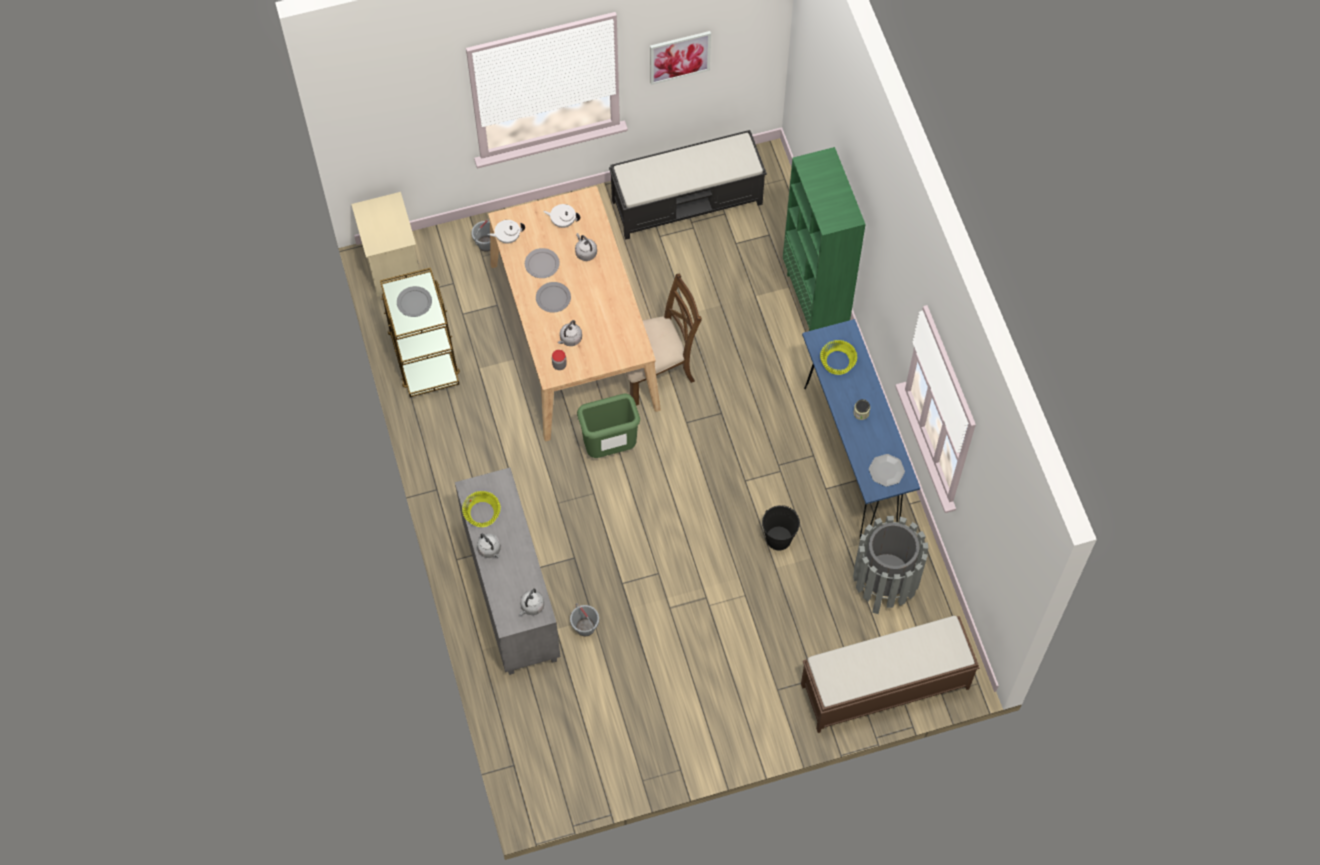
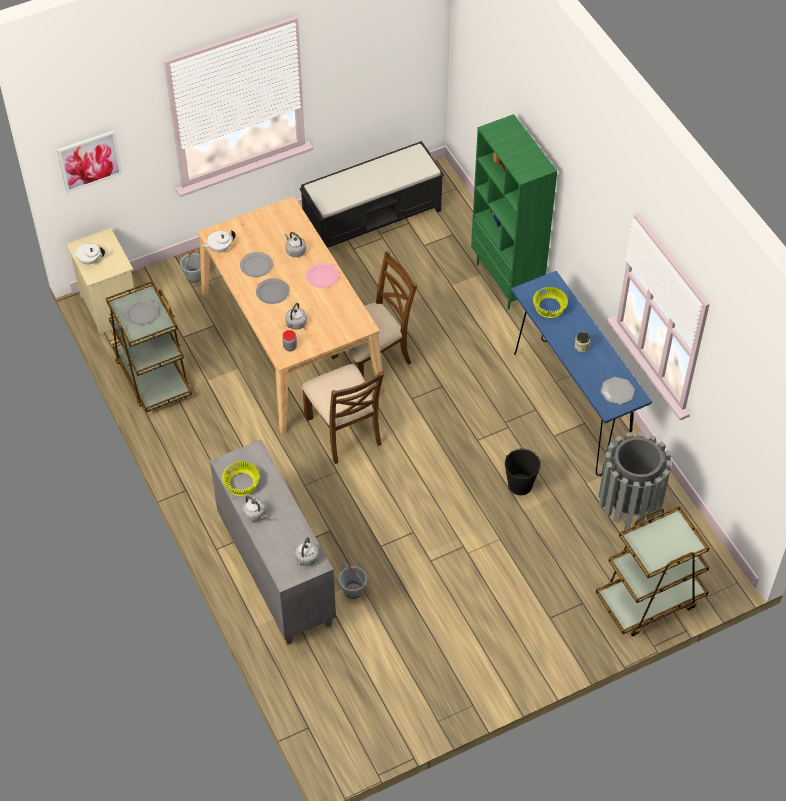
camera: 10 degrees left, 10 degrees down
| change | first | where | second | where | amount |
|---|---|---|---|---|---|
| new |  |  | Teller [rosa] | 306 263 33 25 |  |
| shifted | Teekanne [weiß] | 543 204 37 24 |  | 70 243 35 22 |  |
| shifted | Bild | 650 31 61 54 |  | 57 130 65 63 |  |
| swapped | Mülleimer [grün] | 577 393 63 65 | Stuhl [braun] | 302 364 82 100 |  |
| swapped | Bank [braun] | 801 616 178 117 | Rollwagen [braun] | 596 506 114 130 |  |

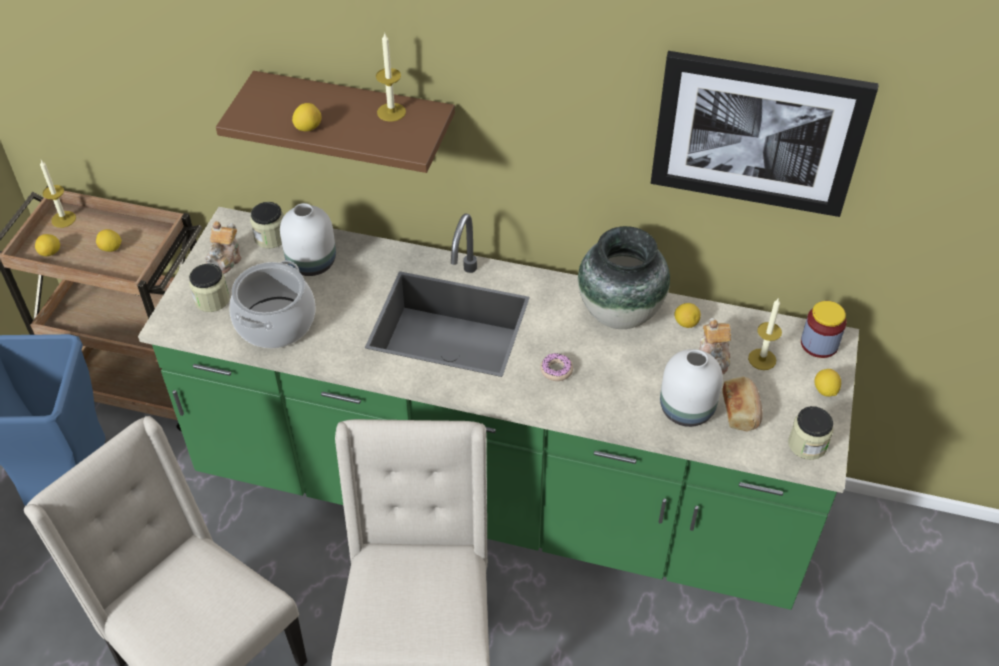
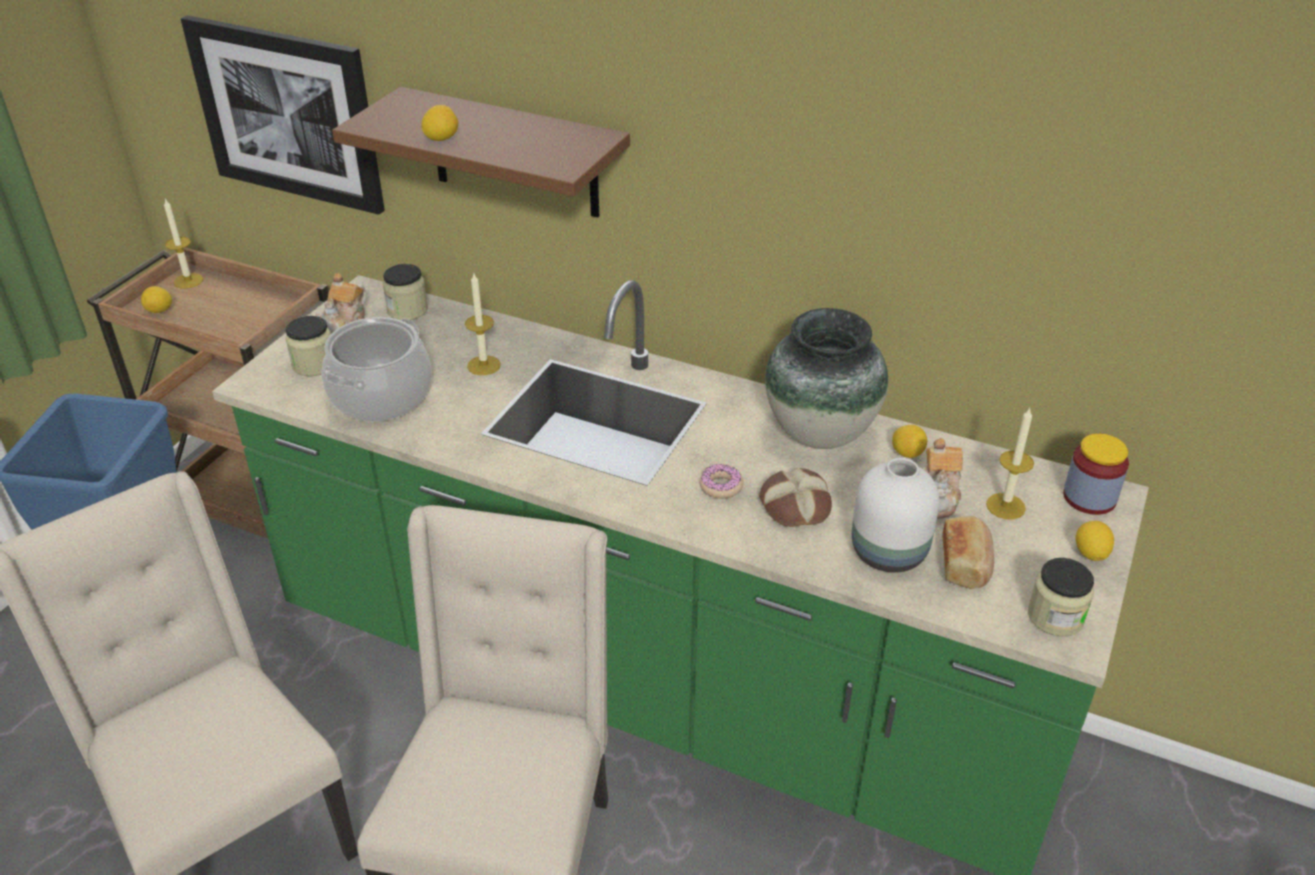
camera: 10 degrees right, 10 degrees down
| change | first | where | second | where | amount |
|---|---|---|---|---|---|
| gone | Zitrone | 96 229 26 23 |  |  |  |
| gone | Vase [weiß] | 280 203 56 73 |  |  |  |
| new |  |  | Brot | 759 468 73 59 |  |
| shifted | Kerze | 376 33 30 89 |  | 465 274 36 101 |  |
| shifted | Bild | 651 51 228 166 |  | 181 15 204 200 |  |

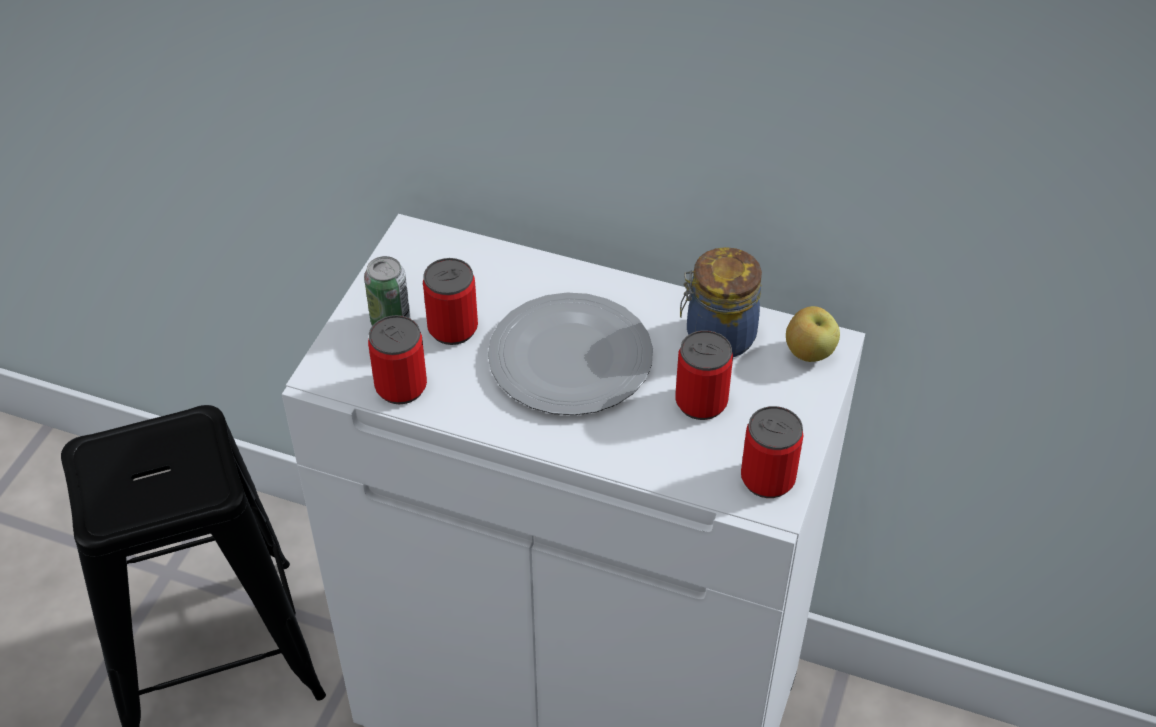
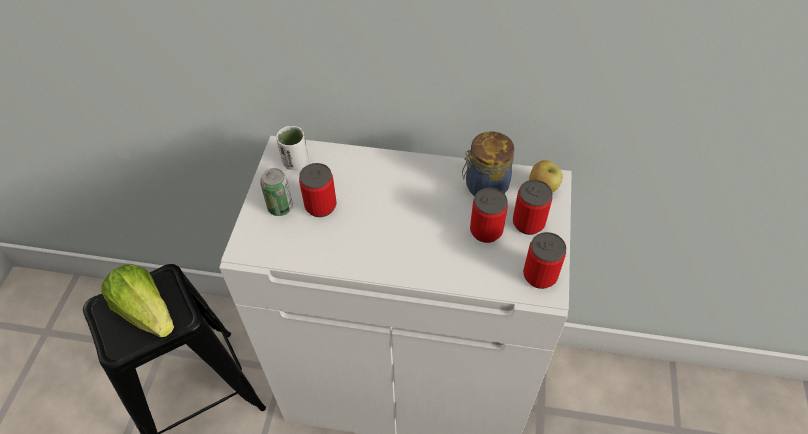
camera: 10 degrees left, 5 degrees up
| change | first | where | second | where | amount |
|---|---|---|---|---|---|
| gone | Teller | 488 292 165 123 |  |  |  |
| new |  |  | Salatkopf | 101 264 73 73 |  |
| new |  |  | Tasse [weiß] | 276 126 33 44 |  |
| shifted | Dose | 368 315 59 89 |  | 513 180 39 55 |  |

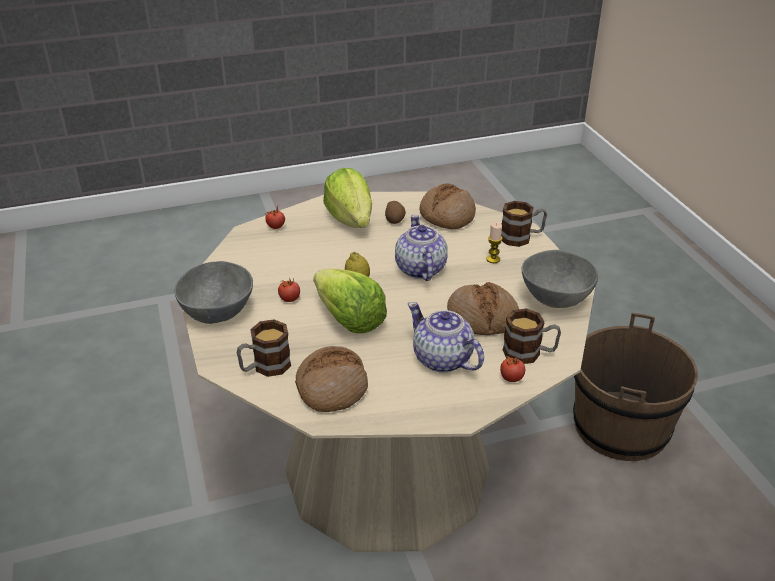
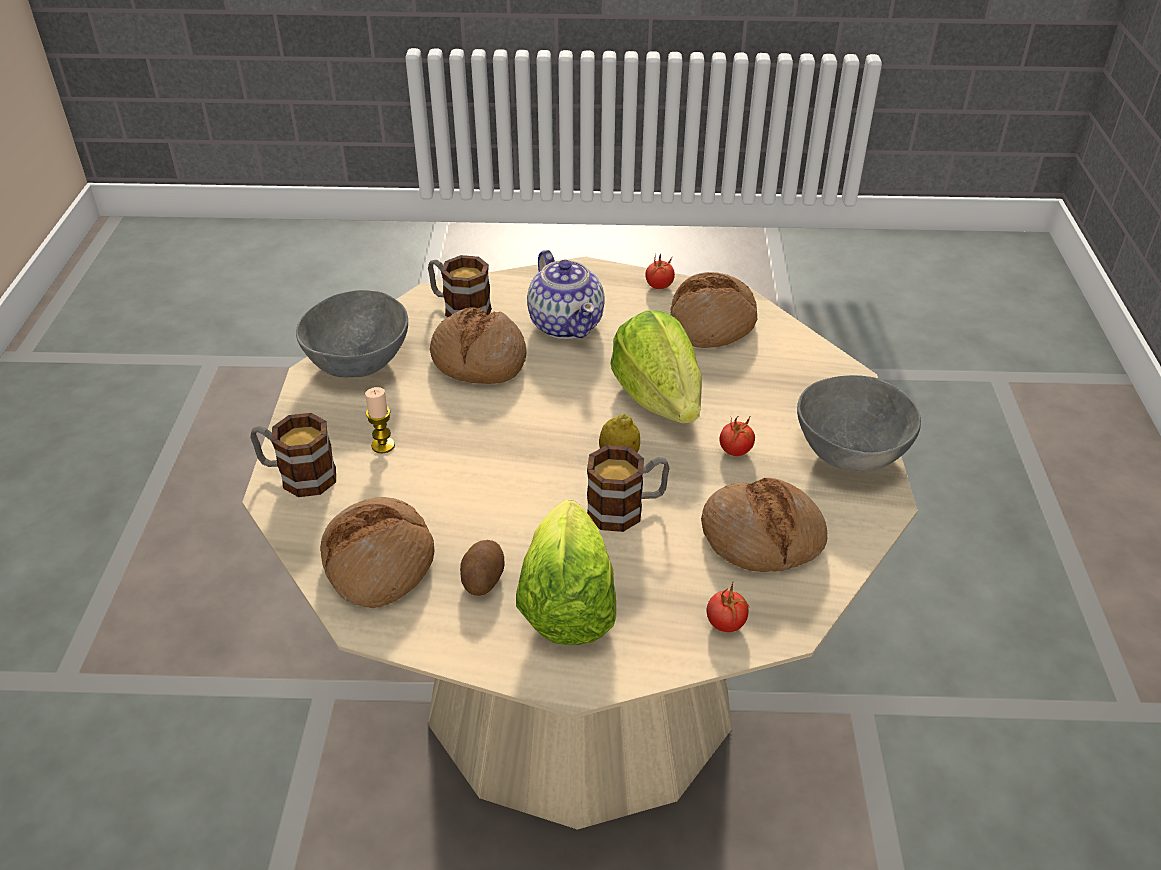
camera: 160 degrees left, 5 degrees up
| change | first | where | second | where | amount |
|---|---|---|---|---|---|
| gone | Teekanne | 395 215 53 66 |  |  |  |
| gone | Eimer [braun] | 573 313 125 148 |  |  |  |
| new |  |  | Brot | 701 478 127 94 |  |
| shifted | Henkelbecher | 237 319 54 58 |  | 587 445 83 87 |  |
| shifted | Tomate | 500 356 25 26 |  | 645 253 30 36 |  |

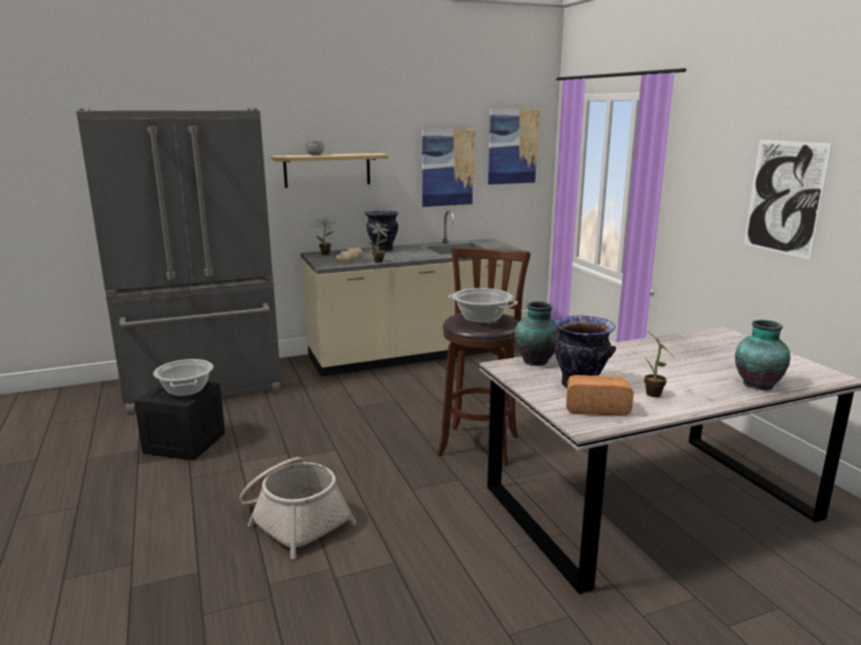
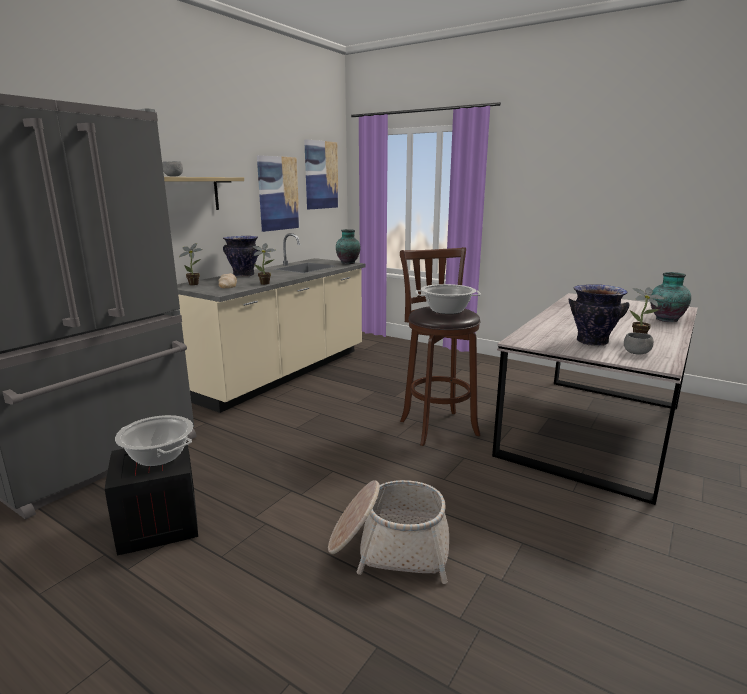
camera: 35 degrees left, 0 degrees up
| change | first | where | second | where | amount |
|---|---|---|---|---|---|
| gone | Bild | 744 140 88 120 |  |  |  |
| shifted | Vase | 515 301 43 65 |  | 336 229 25 35 |  |
| swapped | Brot | 566 375 68 41 | Schüssel [grau] | 624 333 30 22 |  |

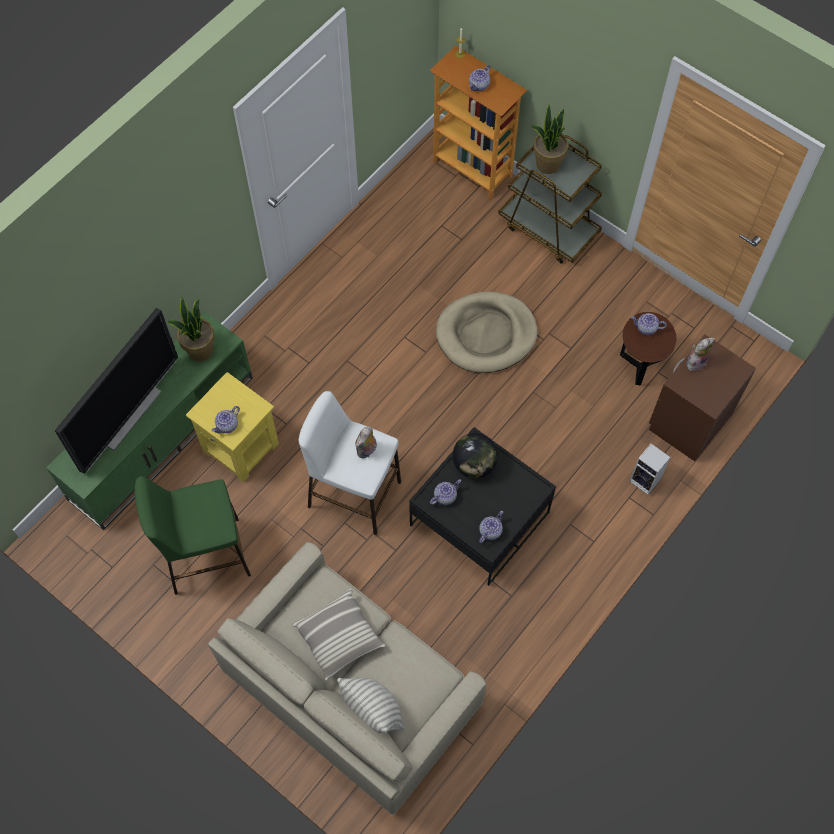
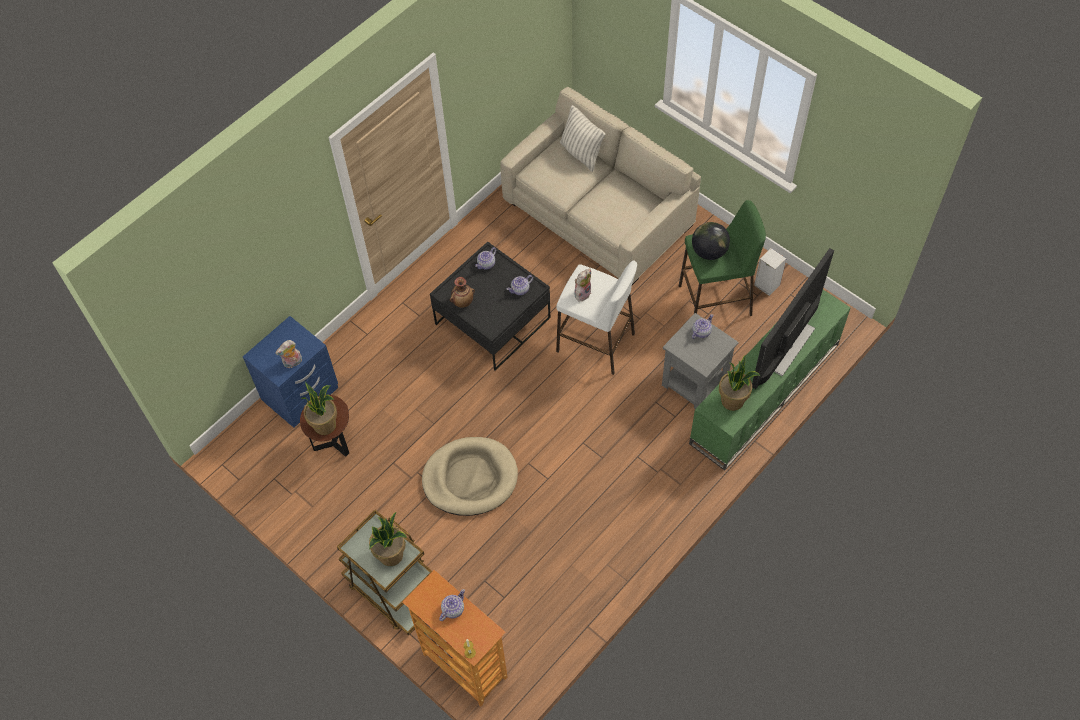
camera: 175 degrees left, 5 degrees down
| change | first | where | second | where | amount |
|---|---|---|---|---|---|
| gone | Kissen | 292 588 93 93 |  |  |  |
| new |  |  | Vase | 450 277 25 31 |  |
| shifted | Globus | 453 433 45 45 |  | 692 222 38 38 |  |
| shifted | Lautsprecher | 630 443 41 52 |  | 754 248 33 48 |  |
| swapped | Teekanne | 631 313 35 22 | Topfpflanze | 301 382 36 53 |  |
| repainted | Beistelltisch [gelb] | 186 372 93 110 | Beistelltisch [grau] | 662 313 77 96 |  |
| repainted | Nachttisch [braun] | 649 335 107 126 | Nachttisch [blau] | 243 316 95 112 |  |

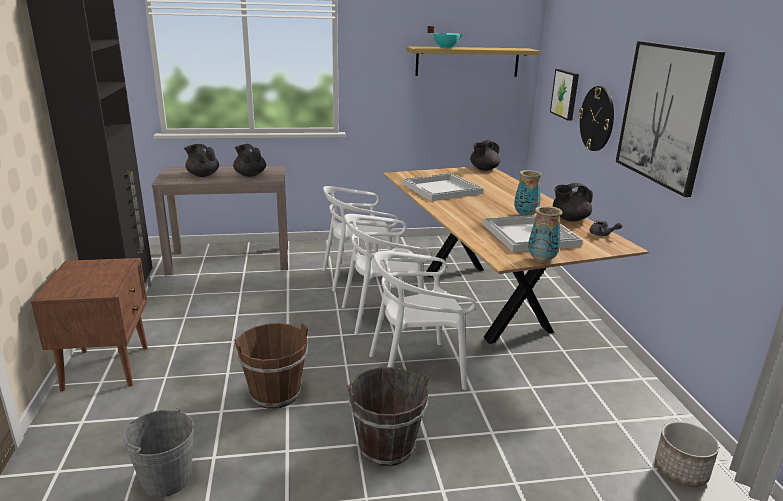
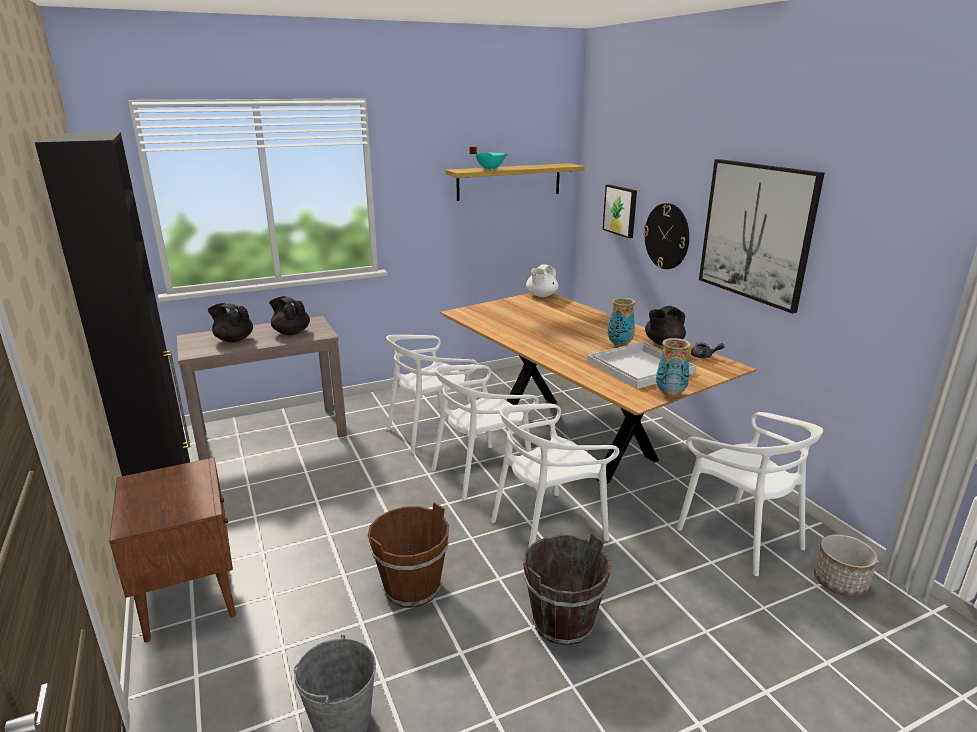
camera: 15 degrees left, 0 degrees up
| change | first | where | second | where | amount |
|---|---|---|---|---|---|
| gone | Tablett [weiß] | 402 173 82 28 |  |  |  |
| new |  |  | Stuhl [weiß] | 677 412 146 164 |  |
| repainted | Teekanne [schwarz] | 470 140 30 31 | Teekanne [weiß] | 526 264 32 33 |  |

